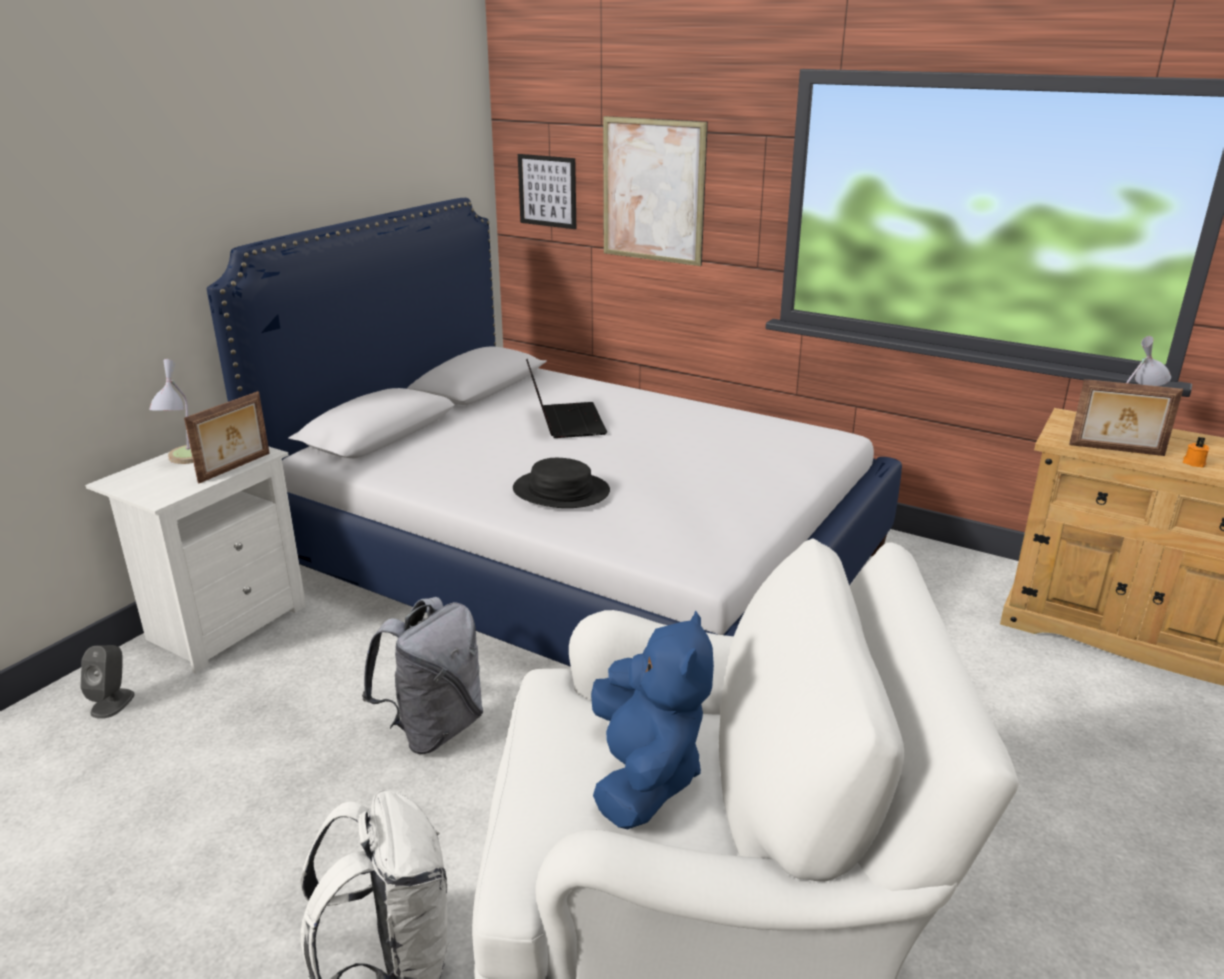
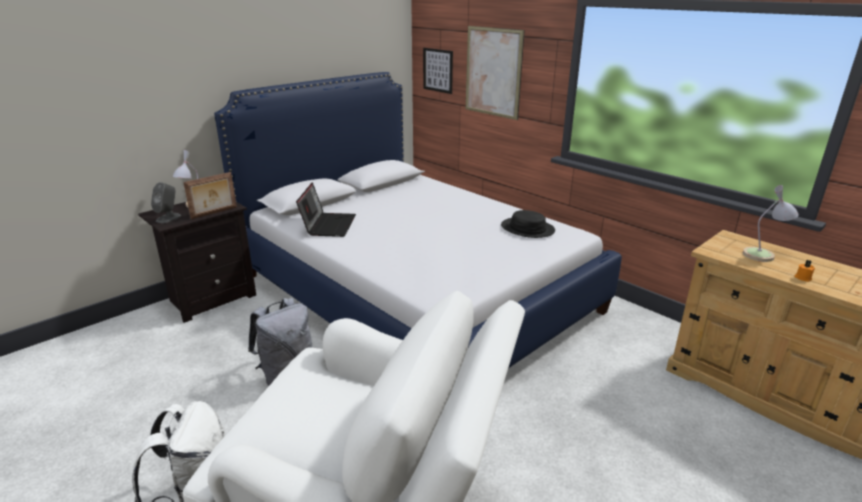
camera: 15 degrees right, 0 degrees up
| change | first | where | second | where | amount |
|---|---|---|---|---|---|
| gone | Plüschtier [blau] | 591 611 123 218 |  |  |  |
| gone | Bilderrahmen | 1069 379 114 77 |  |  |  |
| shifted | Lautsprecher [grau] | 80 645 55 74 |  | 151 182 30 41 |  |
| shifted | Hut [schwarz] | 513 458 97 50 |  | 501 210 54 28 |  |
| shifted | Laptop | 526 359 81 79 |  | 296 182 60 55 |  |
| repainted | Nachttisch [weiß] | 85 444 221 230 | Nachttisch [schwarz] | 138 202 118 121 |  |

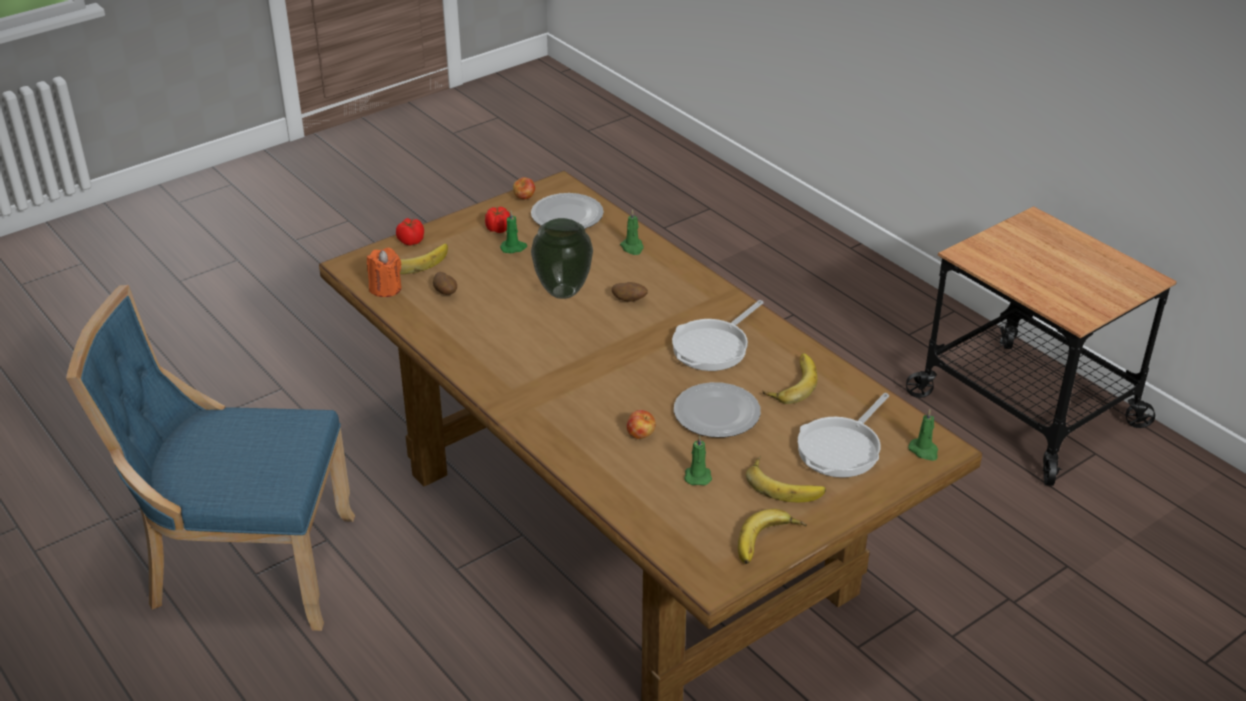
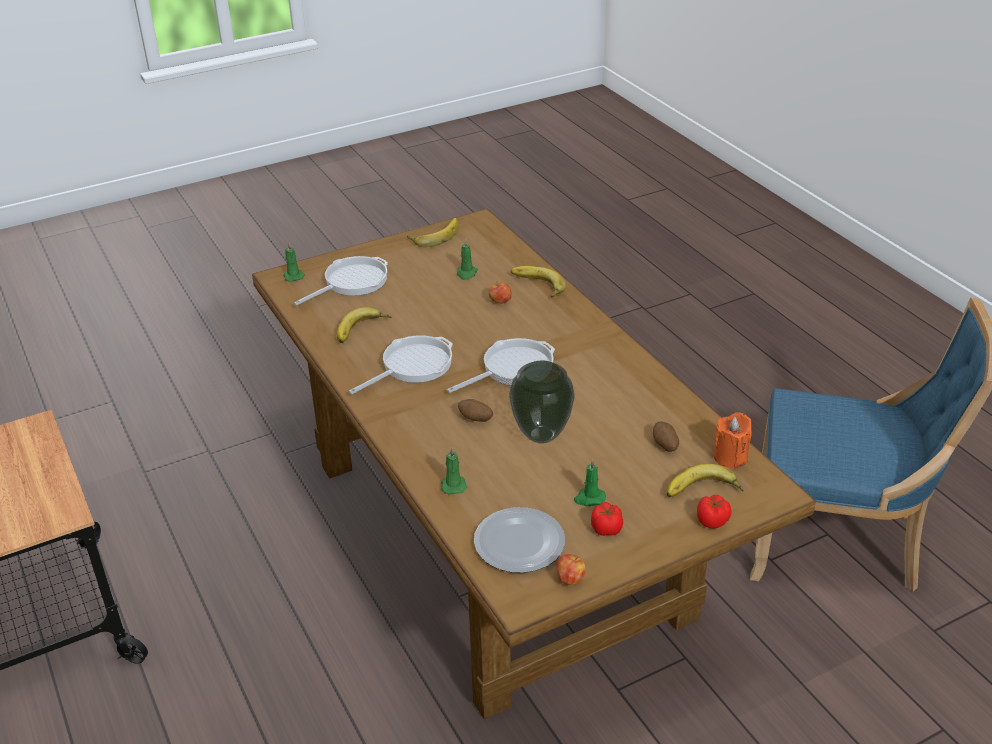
camera: 170 degrees left, 0 degrees up
| change | first | where | second | where | amount |
|---|---|---|---|---|---|
| gone | Teller | 674 382 87 56 |  |  |  |
| new |  |  | Pfanne | 447 338 108 55 |  |
| shifted | Banane | 746 456 80 46 |  | 511 266 55 32 |  |

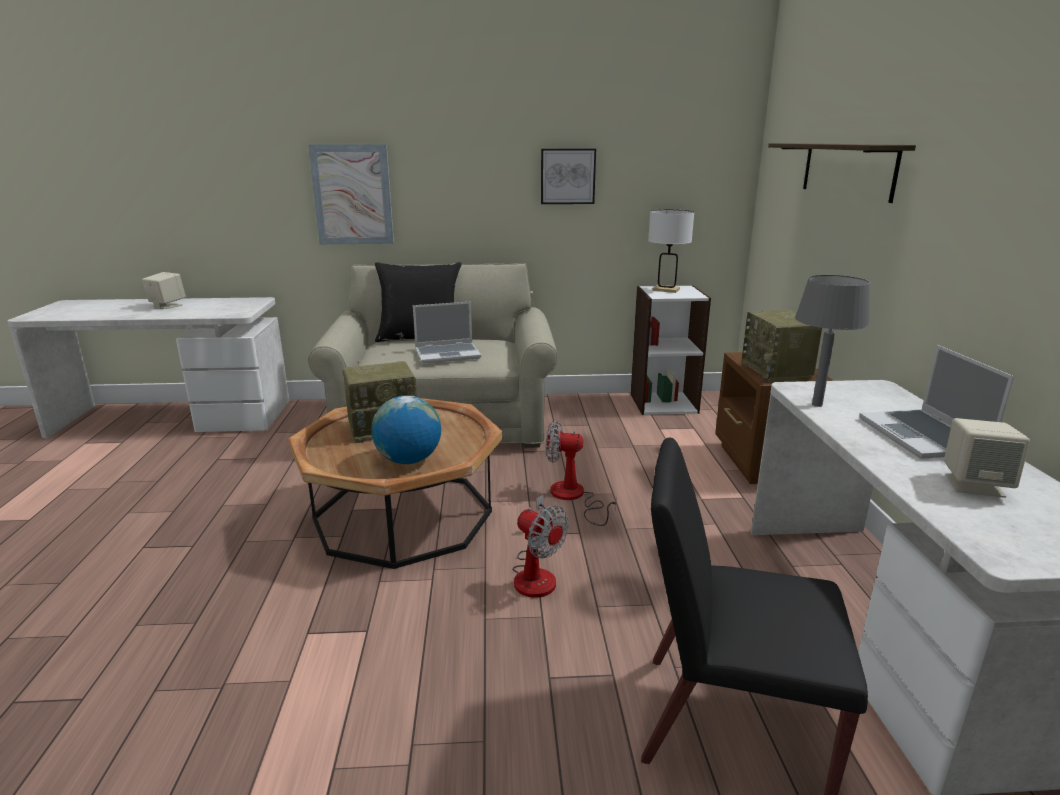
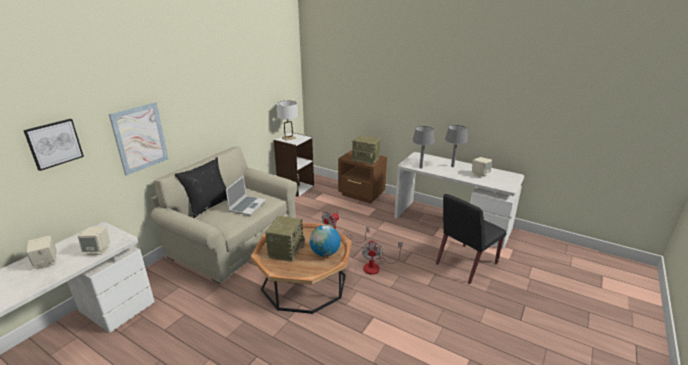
camera: 55 degrees left, 5 degrees up
| change | first | where | second | where | amount |
|---|---|---|---|---|---|
| gone | Wandregal | 768 143 148 60 |  |  |  |
| new |  |  | Lautsprecher [beige] | 78 227 32 28 |  |
| shifted | Bild | 541 149 55 55 |  | 23 119 61 52 |  |
| swapped | Laptop | 859 345 156 114 | Tischlampe [grau] | 445 125 22 42 |  |
| rotated | Ventilator | 512 495 57 103 |  | 361 240 41 35 | 105 degrees clockwise |

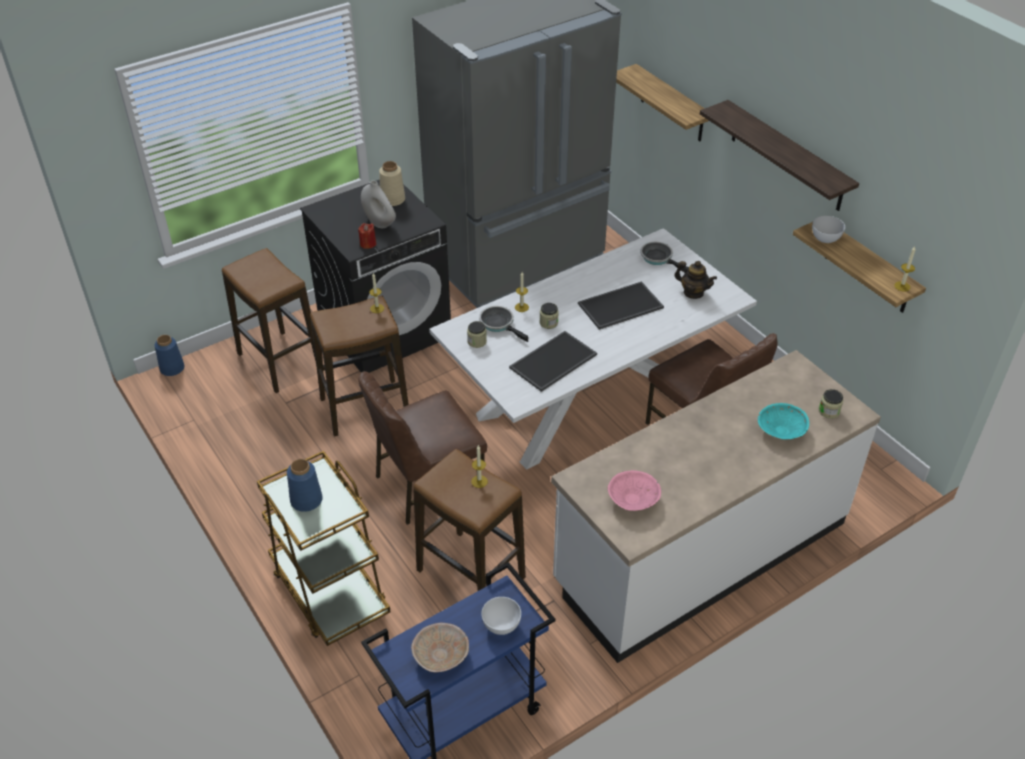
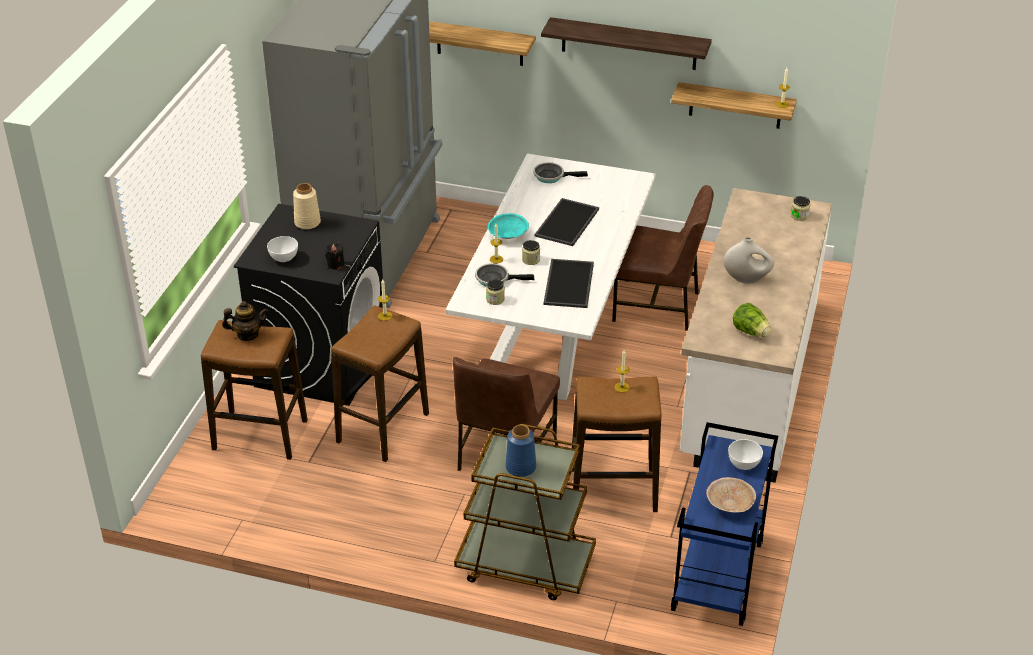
camera: 40 degrees left, 5 degrees down
| change | first | where | second | where | amount |
|---|---|---|---|---|---|
| gone | Vase [blau] | 154 335 30 41 |  |  |  |
| shifted | Vase [weiß] | 361 180 35 48 |  | 724 237 50 47 |  |
| shifted | Teekanne | 674 261 43 38 |  | 222 301 46 40 |  |
| shifted | Schüssel [türkis] | 758 403 51 36 |  | 488 213 41 26 |  |
| shifted | Schüssel [weiß] | 812 216 33 27 |  | 267 236 31 26 |  |
| swapped | Schüssel [rosa] | 608 470 53 41 | Salatkopf | 733 303 38 34 |  |
| repainted | Kerze [rot] | 358 223 18 26 | Kerze [schwarz] | 325 242 19 28 |  |

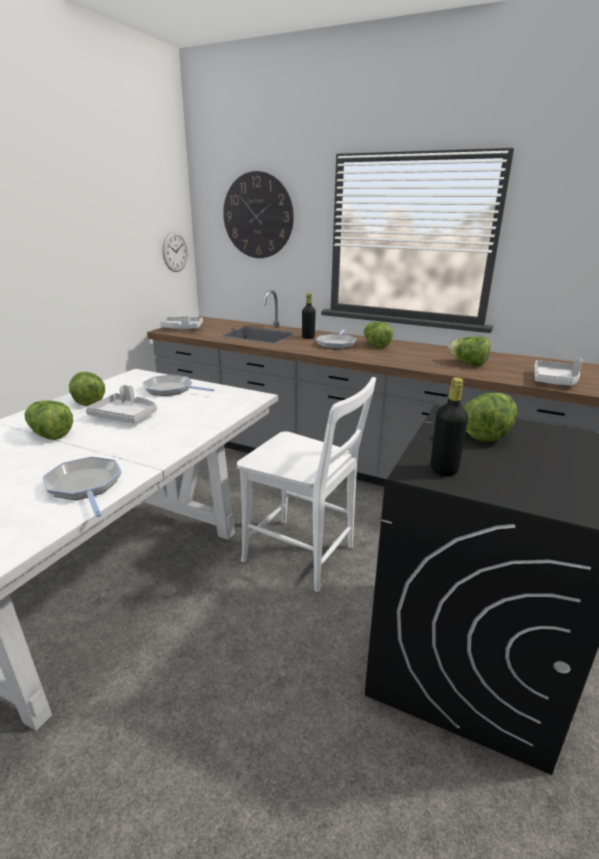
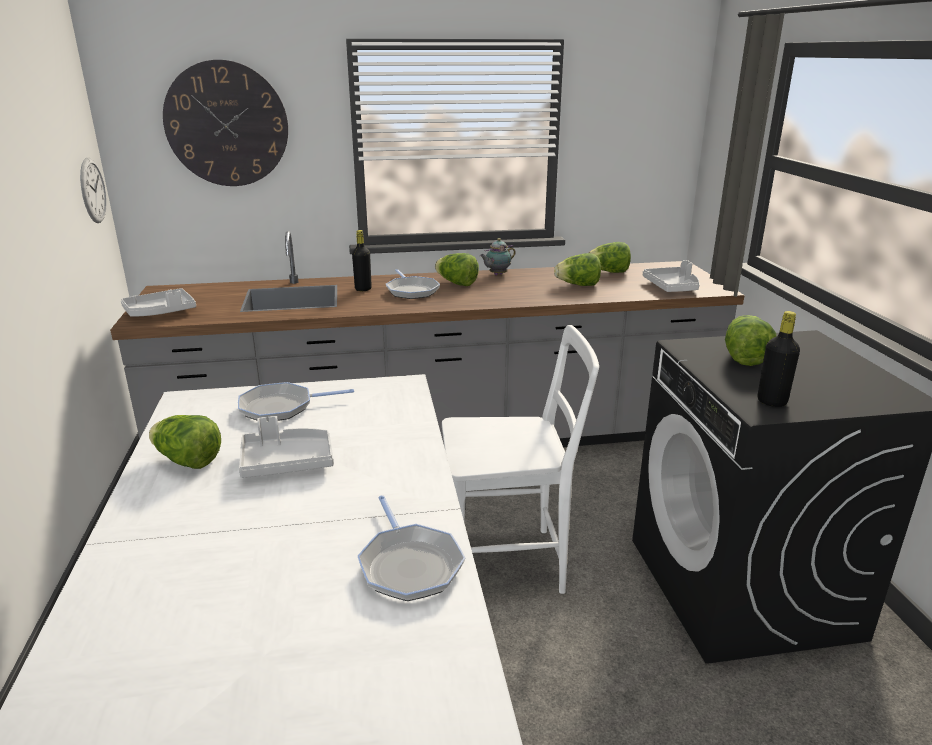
camera: 35 degrees left, 0 degrees up
| change | first | where | second | where | amount |
|---|---|---|---|---|---|
| new |  |  | Teekanne | 480 238 36 37 |  |
| shifted | Salatkopf | 24 400 49 40 |  | 589 242 42 31 |  |
| rotated | Pfanne | 43 457 79 60 |  | 357 495 109 106 | 135 degrees counterclockwise |

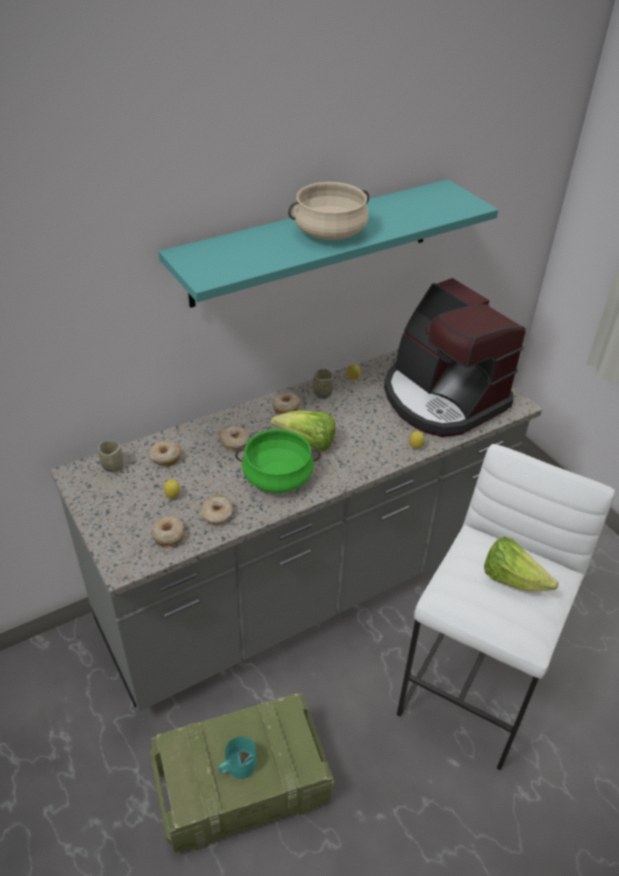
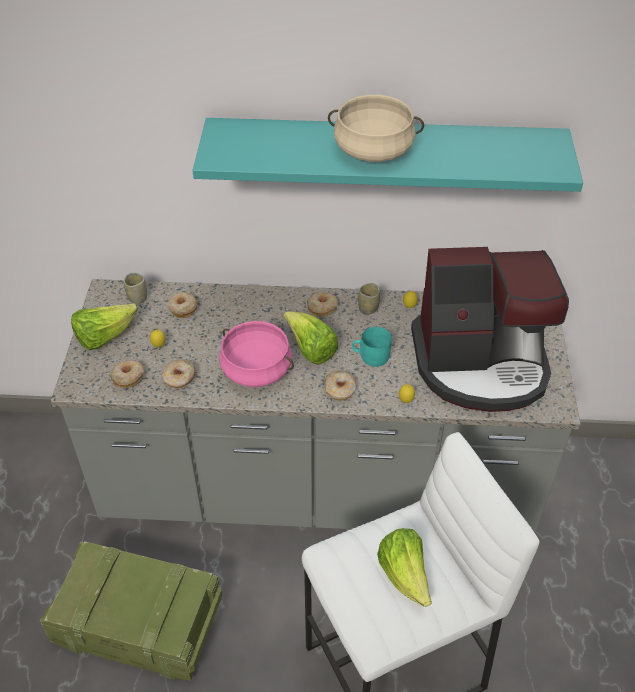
camera: 35 degrees right, 5 degrees up
| change | first | where | second | where | amount |
|---|---|---|---|---|---|
| new |  |  | Salatkopf | 71 304 67 46 |  |
| shifted | Henkelbecher [türkis] | 218 737 38 42 |  | 352 327 40 40 |  |
| shifted | Donut | 219 425 30 25 |  | 325 370 31 31 |  |
| repainted | Kochtopf [grün] | 235 429 86 64 | Kochtopf [rosa] | 219 321 75 66 |  |
| rotated | Kaffeemaschine | 384 278 142 159 |  | 411 247 158 165 | 90 degrees counterclockwise |

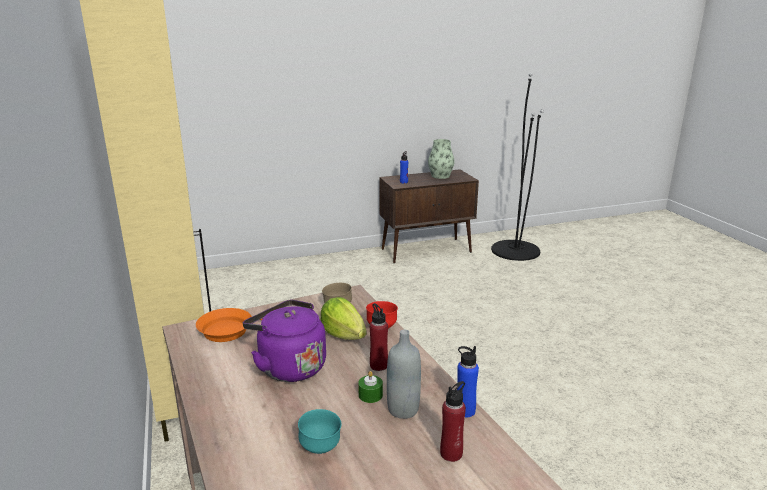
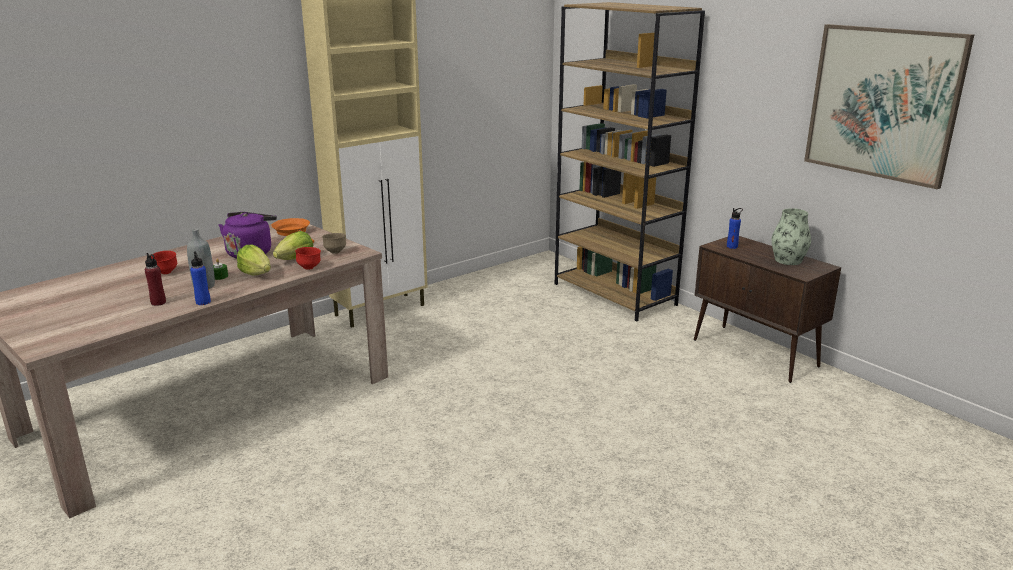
camera: 70 degrees right, 0 degrees up
| change | first | where | second | where | amount |
|---|---|---|---|---|---|
| gone | Stehlampe [schwarz] | 491 73 53 188 |  |  |  |
| new |  |  | Bücherregal [braun] | 555 2 150 319 |  |
| new |  |  | Bild | 804 24 170 165 |  |
| swapped | Flasche [rot] | 370 303 18 68 | Salatkopf | 237 244 34 31 |  |
| repainted | Schüssel [türkis] | 298 409 43 45 | Schüssel [rot] | 151 251 26 23 |  |

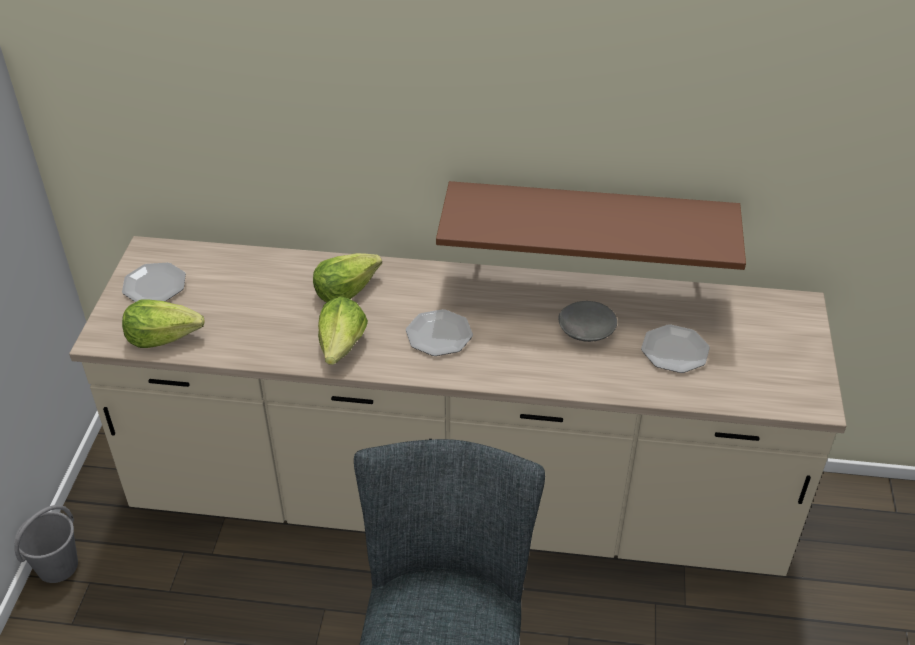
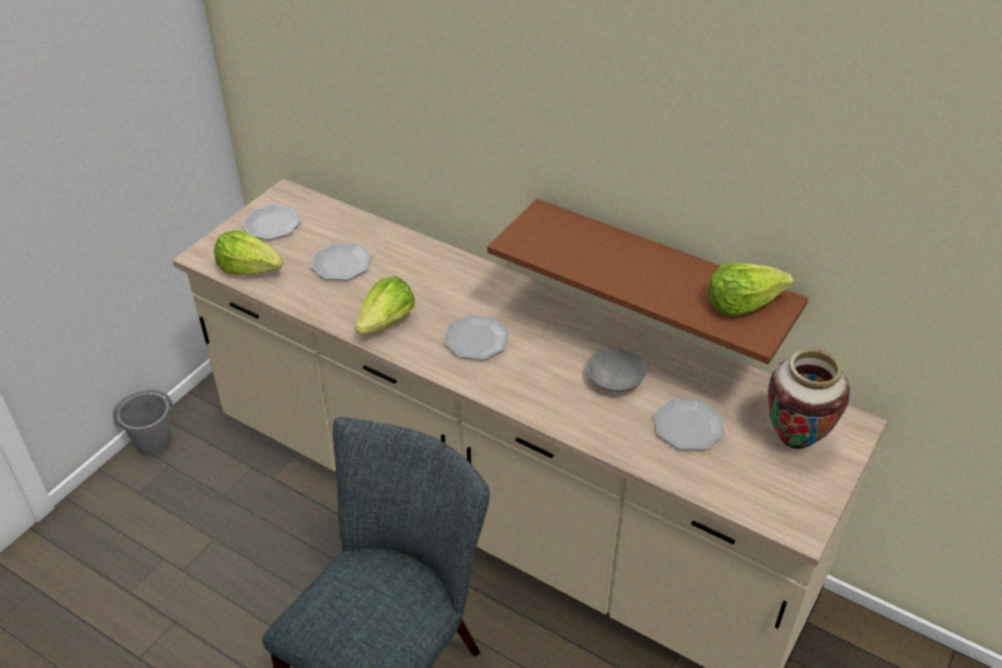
camera: 25 degrees right, 0 degrees up
| change | first | where | second | where | amount |
|---|---|---|---|---|---|
| new |  |  | Teller | 311 243 60 37 |  |
| new |  |  | Vase | 768 349 82 100 |  |
| shifted | Salatkopf | 313 253 69 49 |  | 709 263 84 53 |  |

